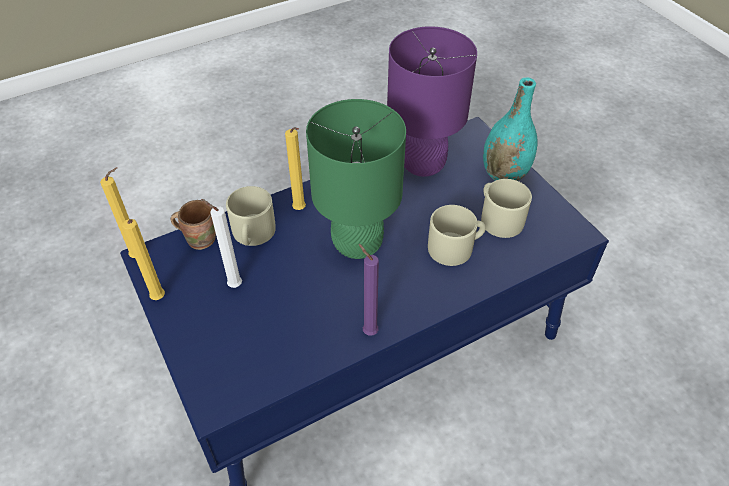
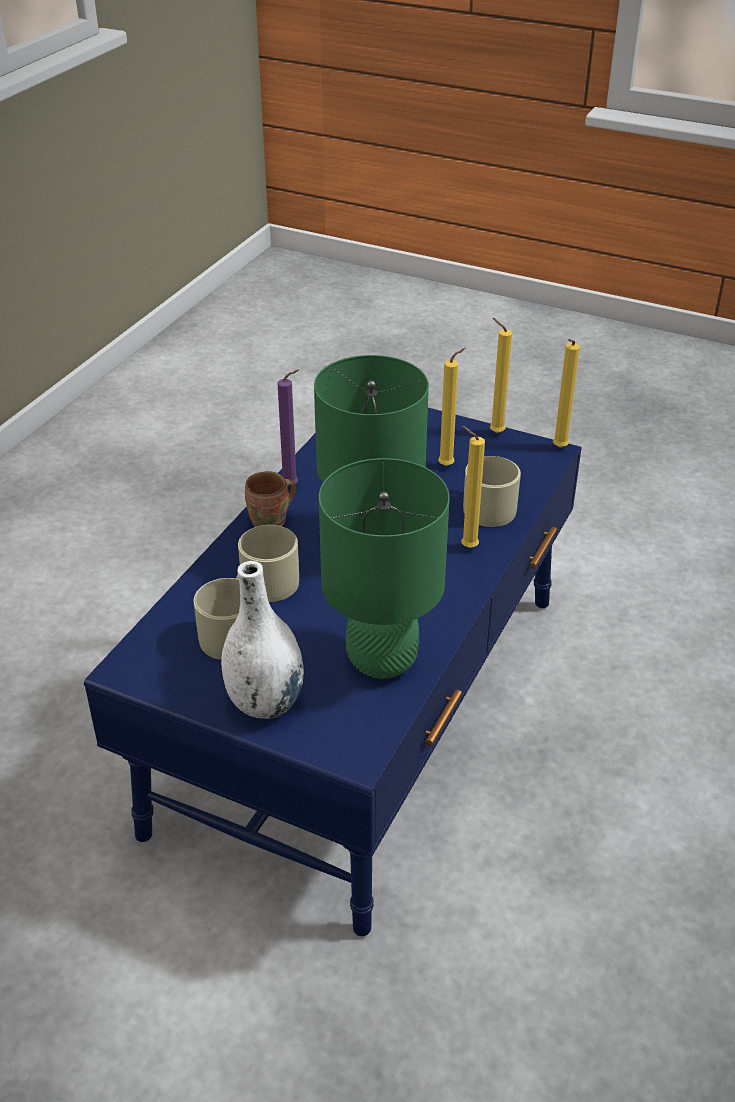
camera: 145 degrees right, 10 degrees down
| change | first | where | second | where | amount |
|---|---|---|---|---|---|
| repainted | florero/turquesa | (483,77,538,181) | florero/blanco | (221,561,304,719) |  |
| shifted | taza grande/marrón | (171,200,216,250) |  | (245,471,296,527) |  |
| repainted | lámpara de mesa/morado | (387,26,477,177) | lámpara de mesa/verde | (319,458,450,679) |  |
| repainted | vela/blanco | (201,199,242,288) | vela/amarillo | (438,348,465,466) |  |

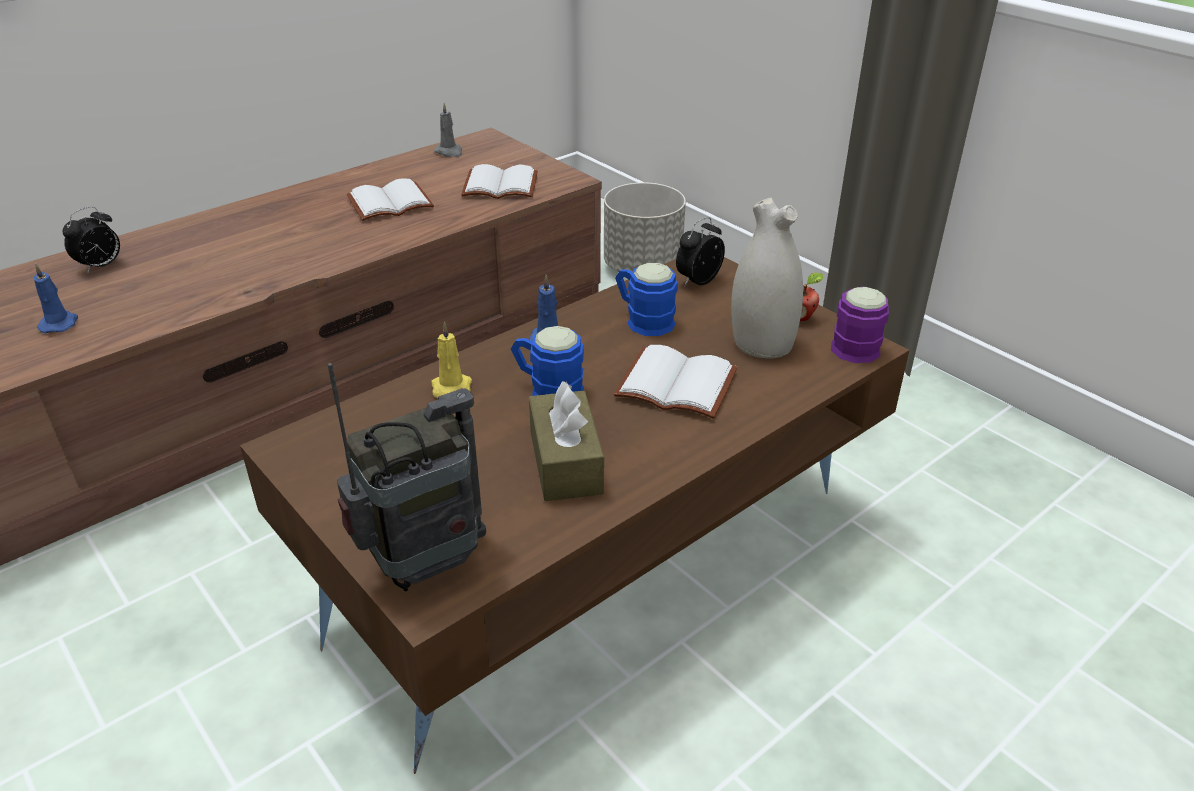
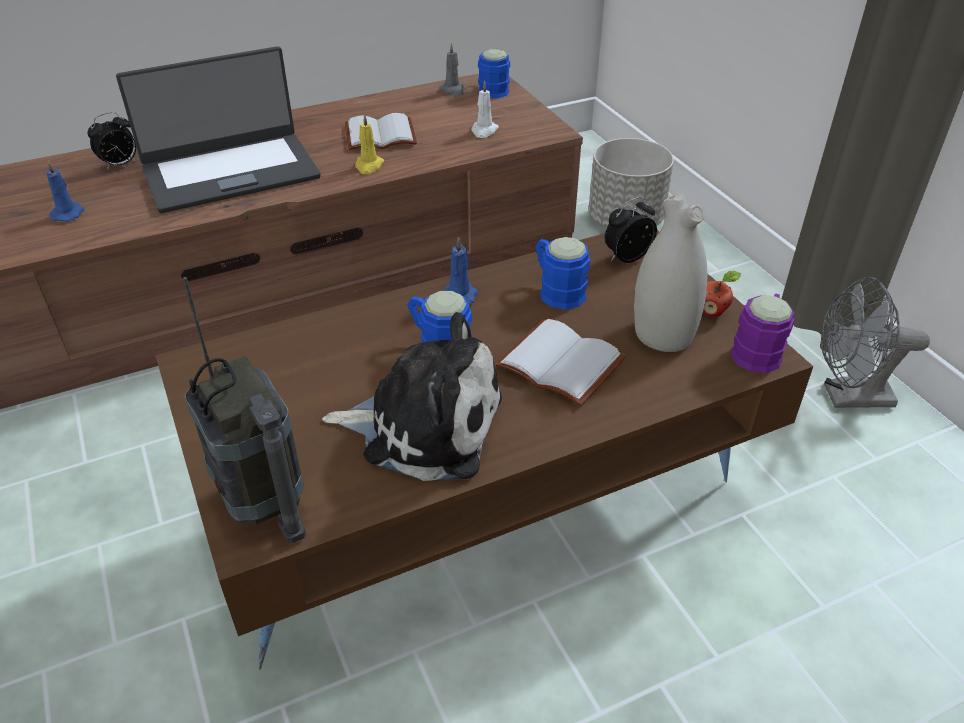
camera: 15 degrees right, 5 degrees up
| change | first | where | second | where | amount |
|---|---|---|---|---|---|
| new |  |  | portátil | (116,46,321,213) |  |
| rotated | radio | (328,363,486,592) |  | (183,277,306,543) | 75 degrees clockwise |
| swapped | caja de pañuelos/marrón | (529,381,604,501) | peluche | (322,312,502,481) |  |
| shifted | vela/amarillo | (431,321,472,398) |  | (355,114,384,174) |  |
| swapped | libro/blanco | (461,164,538,199) | vela/blanco | (471,81,499,138) |  |
| new |  |  | taza grande/azul | (478,49,510,98) |  |
| new |  |  | ventilador/gris | (821,277,930,408) |  |

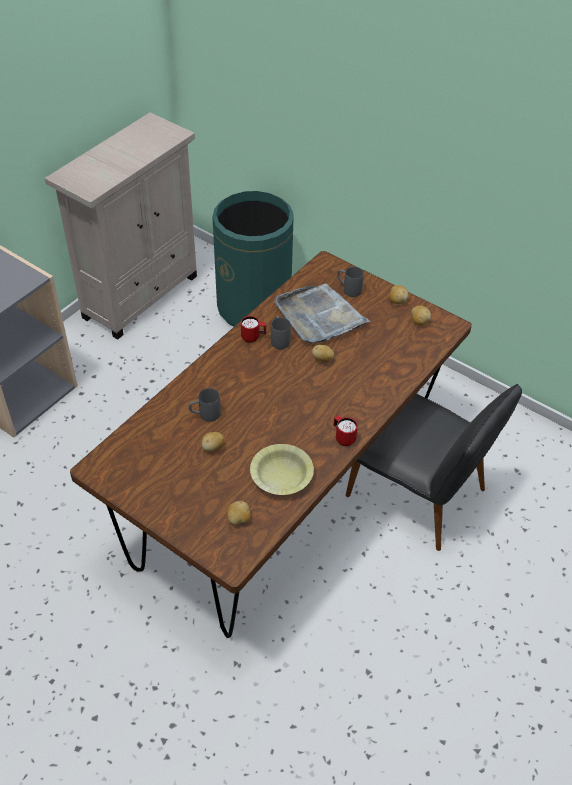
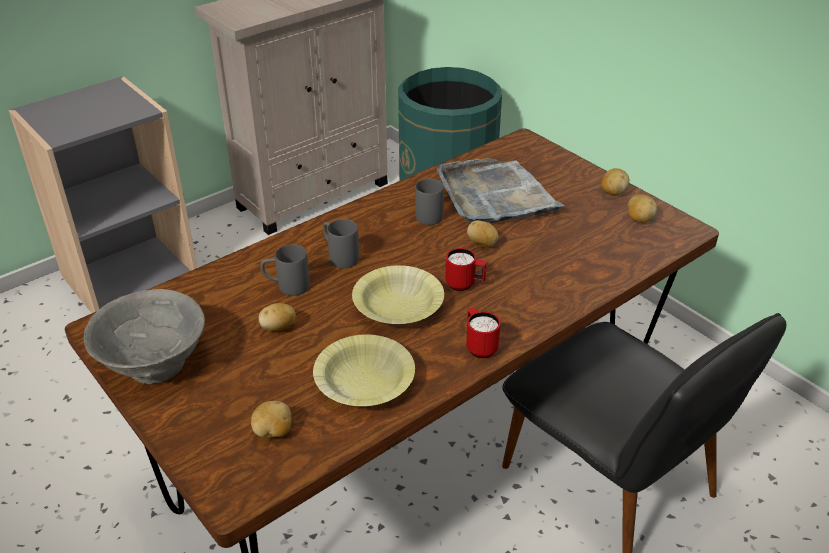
camera: 15 degrees right, 10 degrees down
| change | first | where | second | where | amount |
|---|---|---|---|---|---|
| new |  |  | cuenco/gris | (84,289,205,384) |  |
| shifted | taza grande/gris | (337,267,364,297) |  | (323,219,359,269) |  |
| new |  |  | cuenco/amarillo | (352,265,444,324) |  |
| shifted | taza grande/rojo | (241,316,266,343) |  | (445,248,487,291) |  |

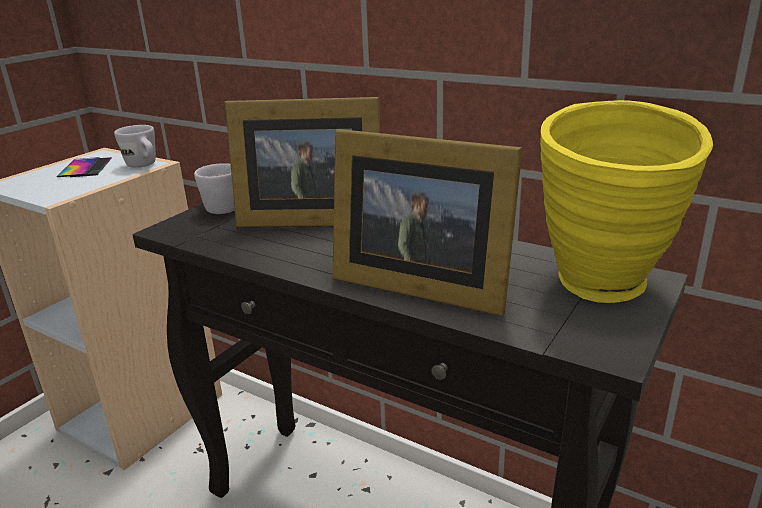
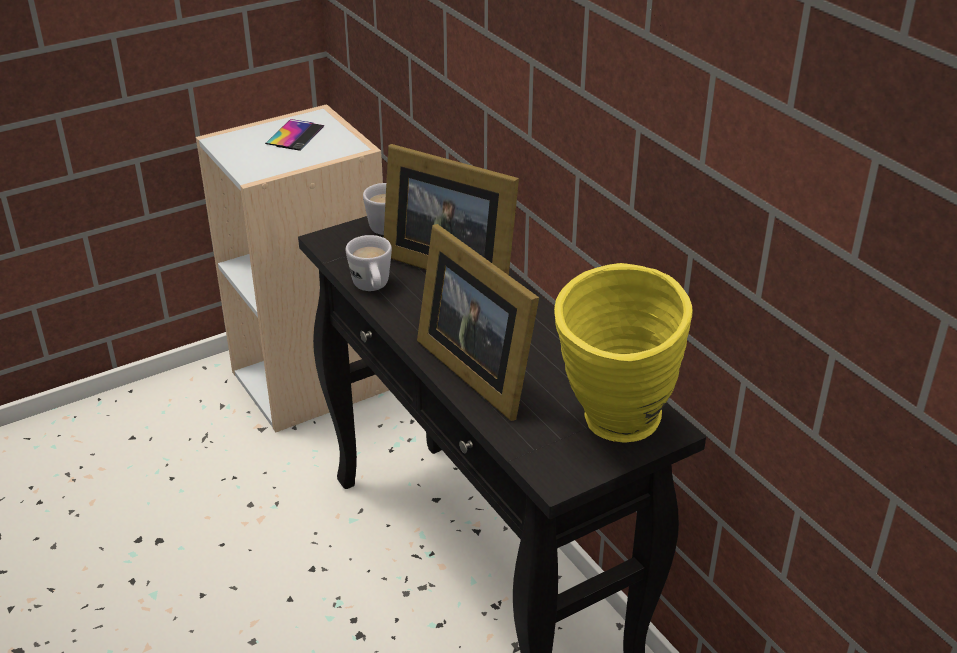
camera: 25 degrees right, 10 degrees up
| change | first | where | second | where | amount |
|---|---|---|---|---|---|
| shifted | taza grande/blanco | (114,125,156,168) |  | (346,235,392,291) |  |

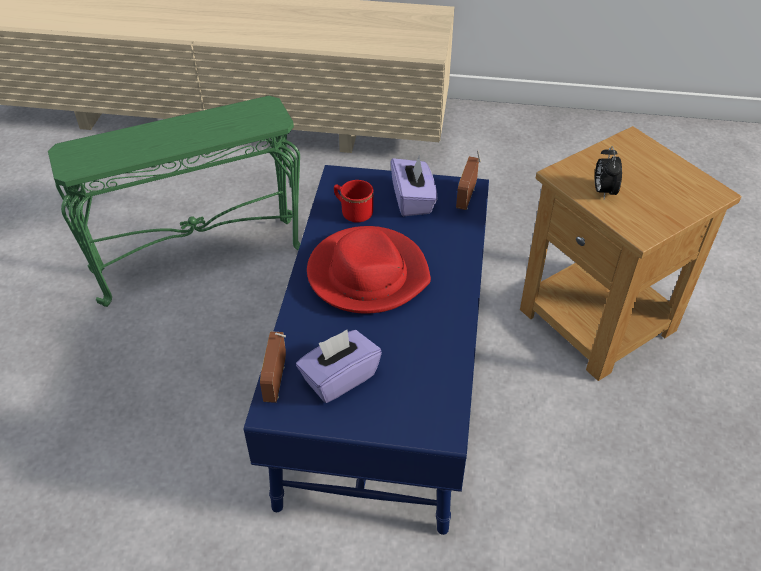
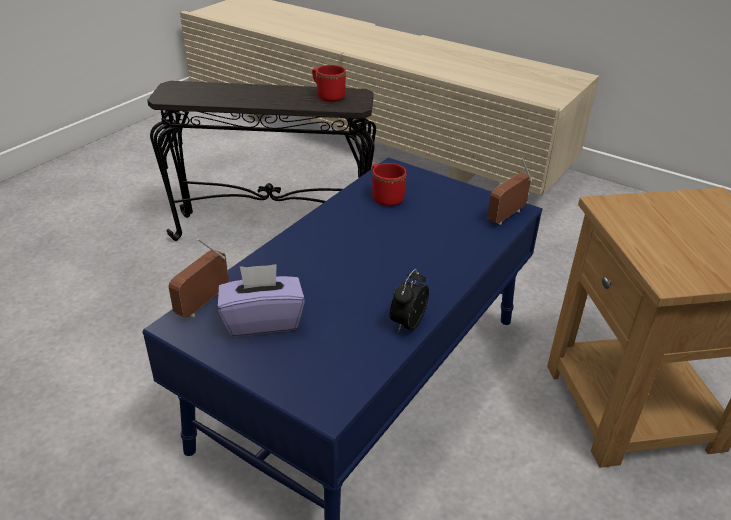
camera: 25 degrees right, 10 degrees down
| change | first | where | second | where | amount |
|---|---|---|---|---|---|
| repainted | mesa auxiliar/verde | (48,96,301,307) | mesa auxiliar/negro | (147,81,376,241) |  |
| new |  |  | taza grande/rojo | (312,65,346,102) |  |
| shifted | despertador | (595,146,622,200) |  | (390,269,429,333) |  |
| gone | sombrero/rojo | (307,226,431,314) |  |  |  |
| gone | caja de pañuelos/morado | (390,155,438,216) |  |  |  |

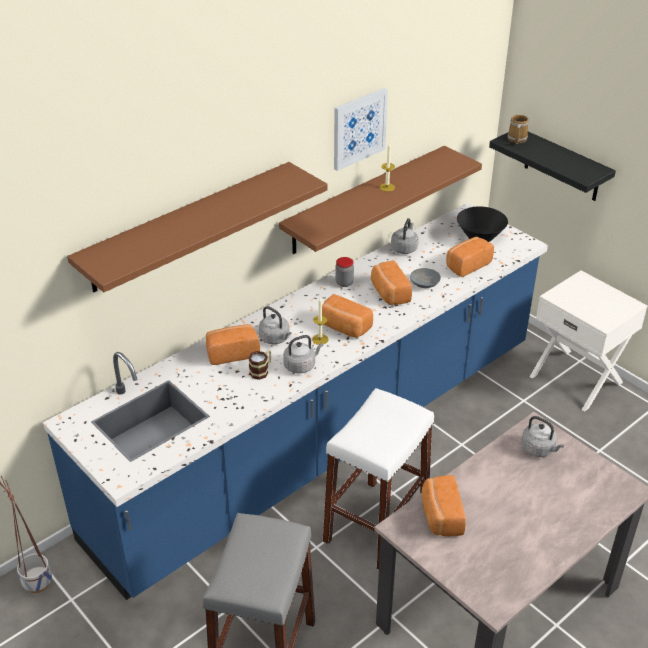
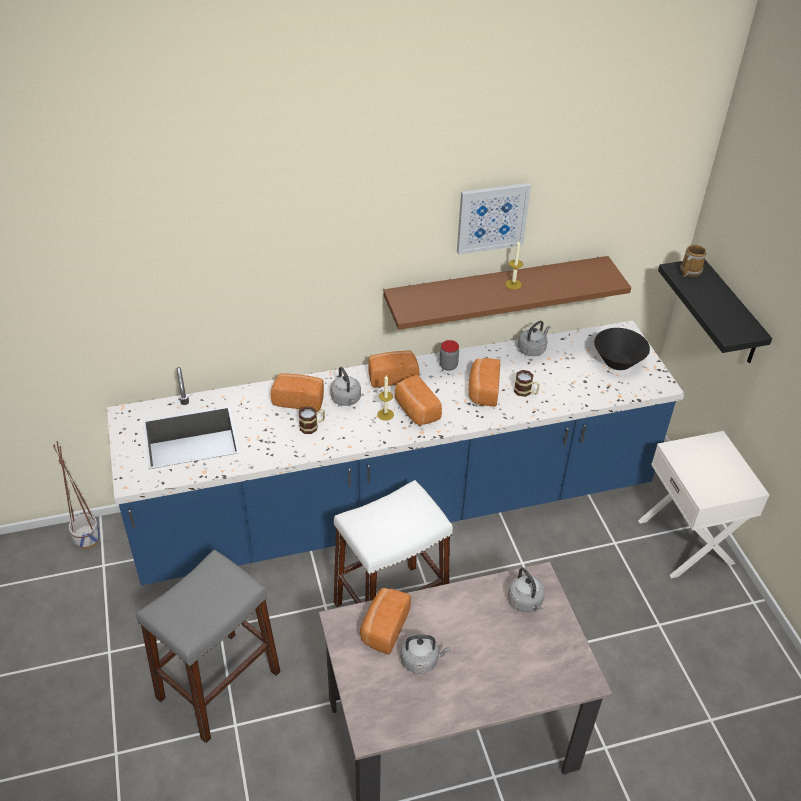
camera: 25 degrees right, 5 degrees up
| change | first | where | second | where | amount |
|---|---|---|---|---|---|
| shifted | pan | (446,237,494,277) |  | (368,350,419,387) |  |
| shifted | hervidor/gris | (283,335,323,373) |  | (401,634,450,674) |  |
| swapped | cuenco/gris | (410,268,441,288) | taza grande | (514,370,540,397) |  |
| gone | estante/marrón | (67,162,328,292) |  |  |  |

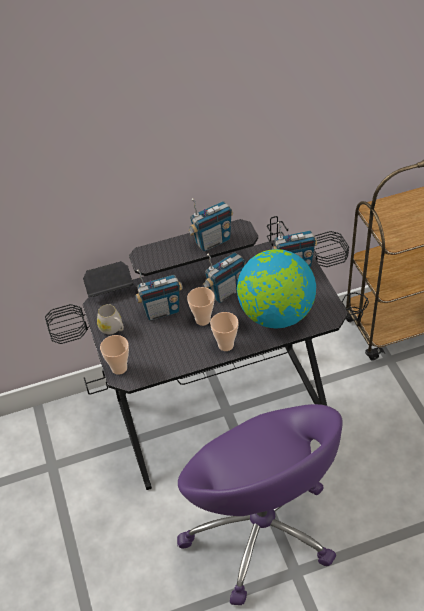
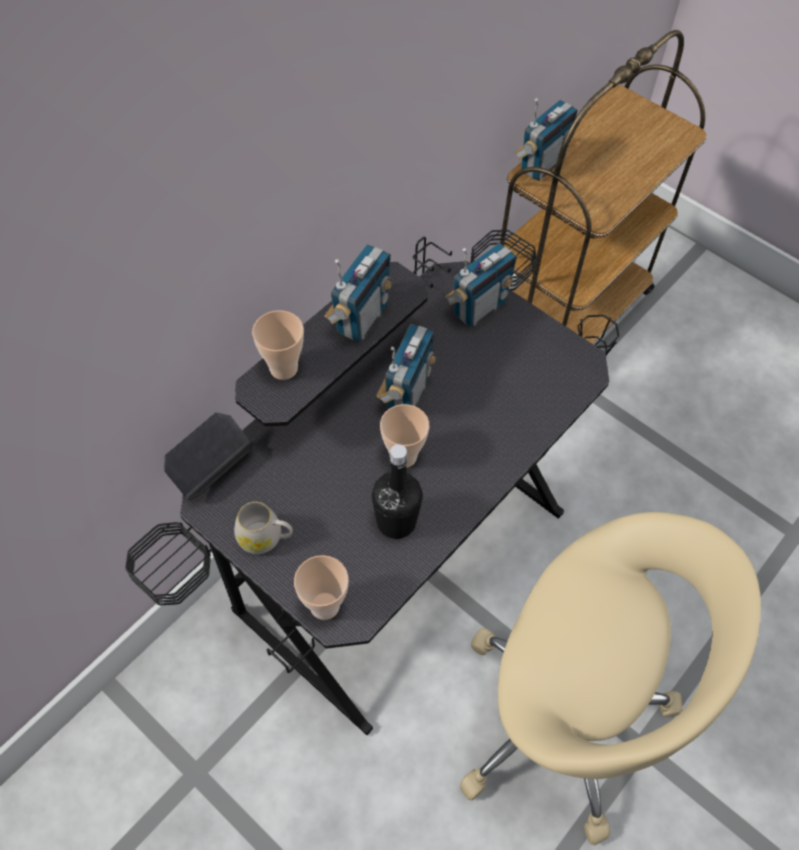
camera: 35 degrees left, 10 degrees up
| change | first | where | second | where | amount |
|---|---|---|---|---|---|
| shifted | taza | (210,312,239,351) |  | (252,310,304,380) |  |
| new |  |  | botella/negro | (372,444,423,539) |  |
| repainted | silla de oficina/morado | (177,404,343,605) | silla de oficina/beis | (460,512,761,845) |  |
| shifted | radio | (135,270,183,321) |  | (514,98,578,181) |  |
| gone | globo terráqueo | (237,249,316,329) |  |  |  |

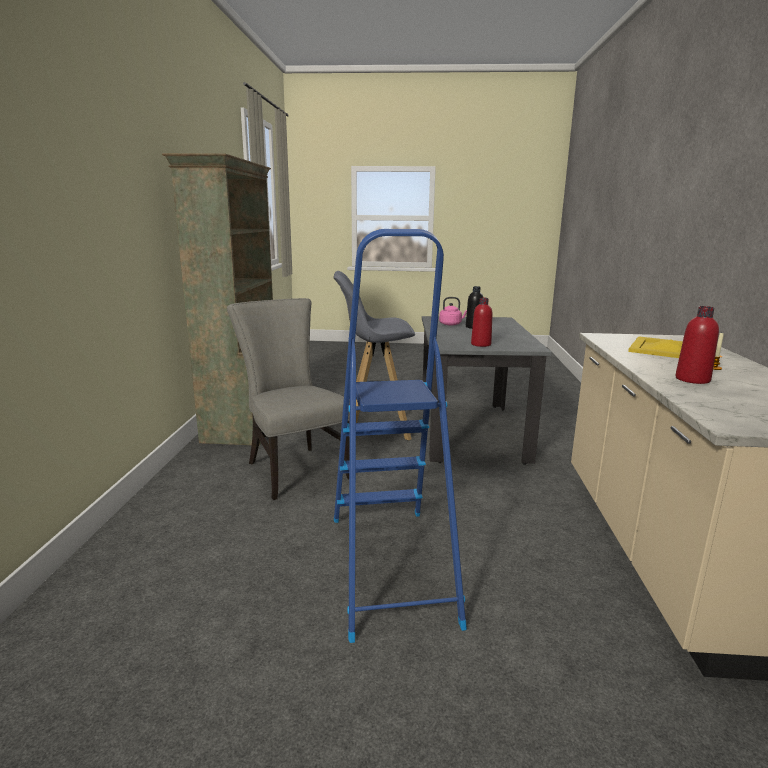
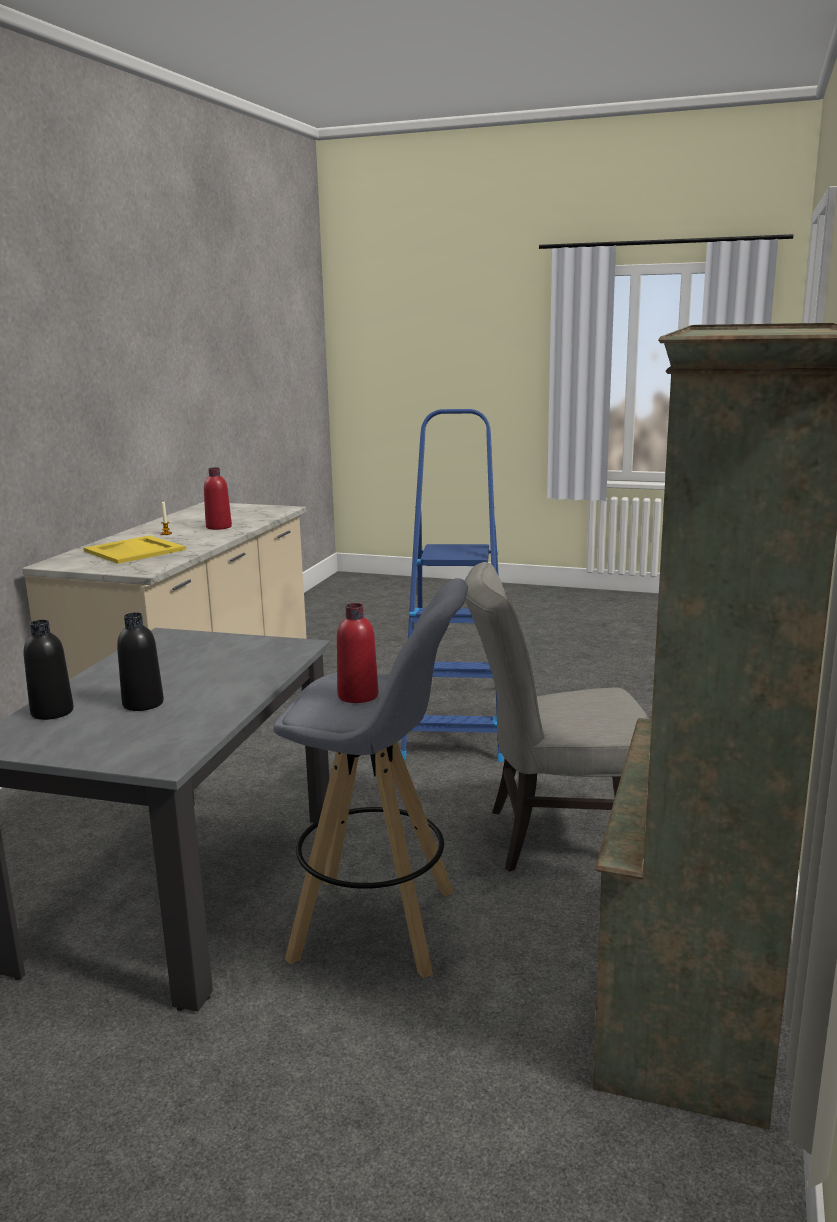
camera: 165 degrees left, 0 degrees up
| change | first | where | second | where | amount |
|---|---|---|---|---|---|
| new |  |  | botella/negro | (24,620,74,720) |  |
| shifted | botella/rojo | (471,298,493,347) |  | (337,603,378,703) |  |
| rotated | silla/gris | (227,298,350,500) |  | (464,562,649,872) | 105 degrees clockwise |
| gone | hervidor/rosa | (439,297,467,326) |  |  |  |

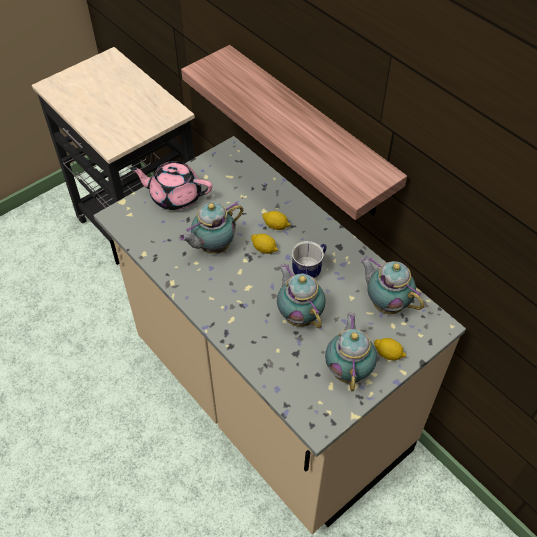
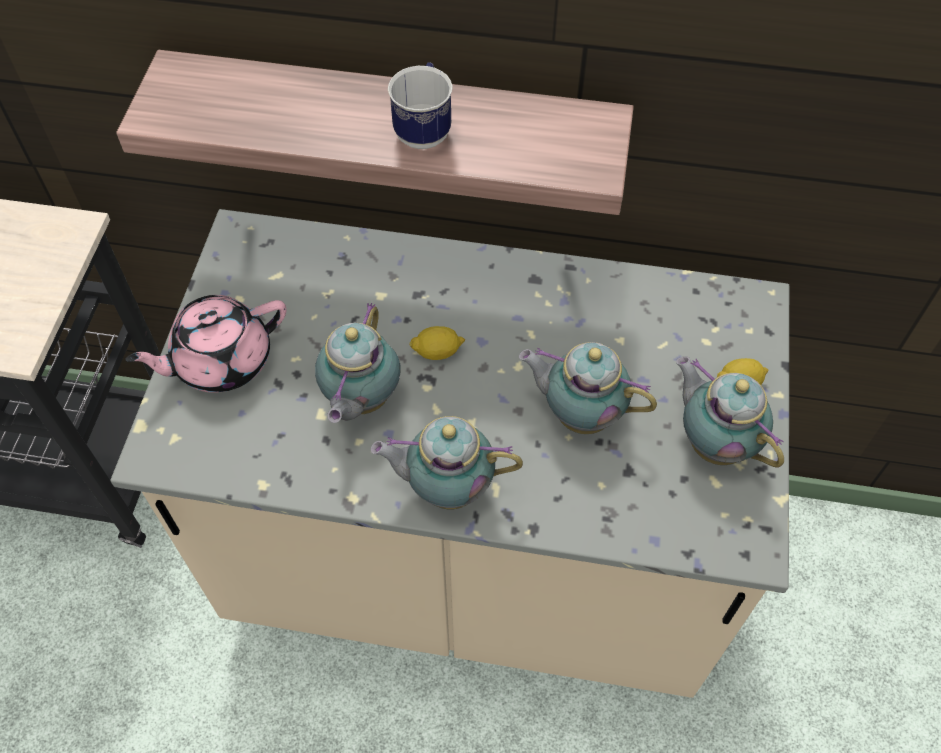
camera: 40 degrees left, 5 degrees up
| change | first | where | second | where | amount |
|---|---|---|---|---|---|
| shifted | tetera | (360,257,424,314) |  | (371,416,523,509) |  |
| shifted | taza grande | (292,241,327,279) |  | (388,62,453,149) |  |
| gone | limón | (262,211,290,230) |  |  |  |

